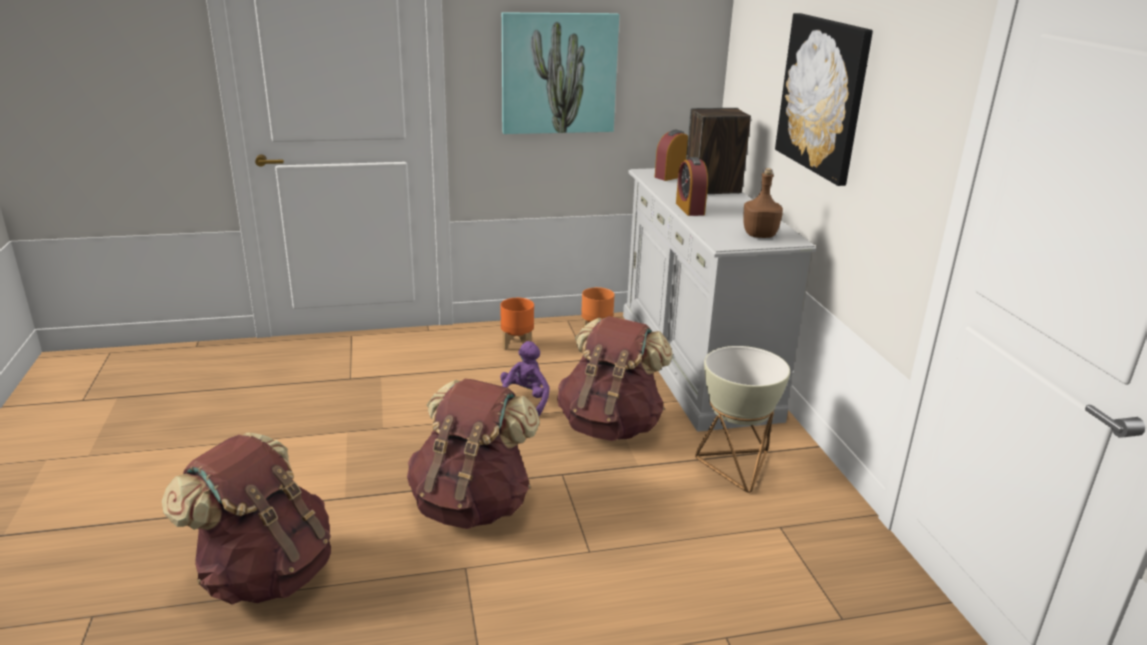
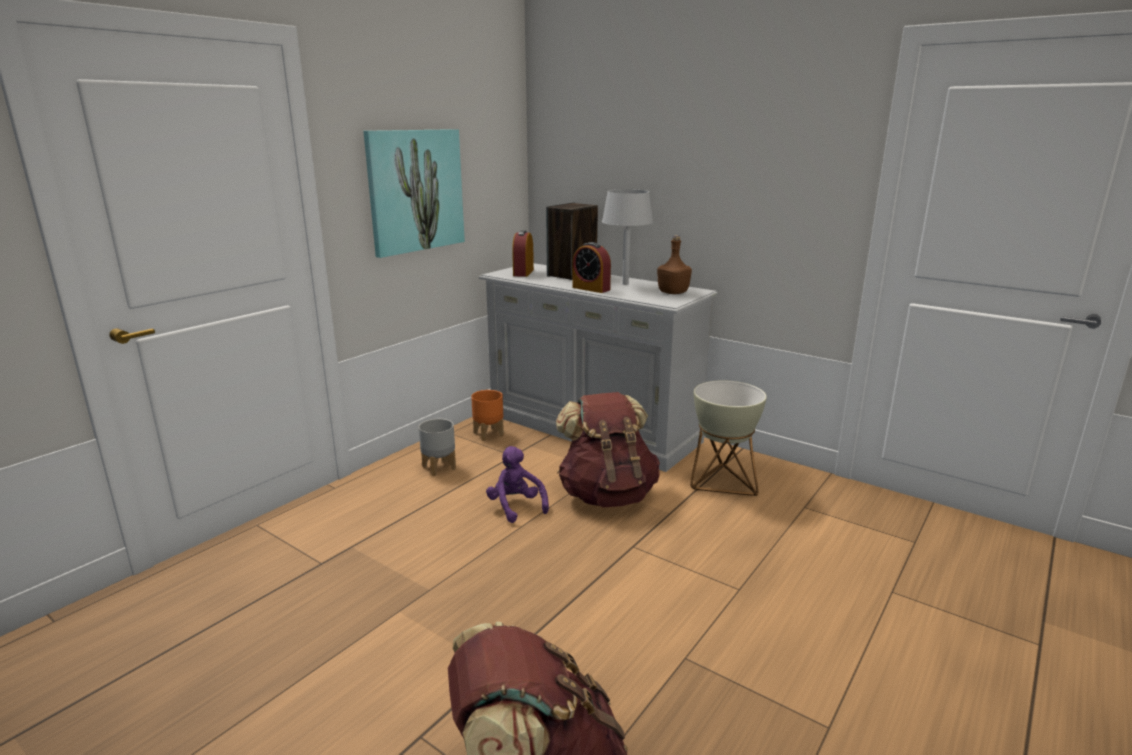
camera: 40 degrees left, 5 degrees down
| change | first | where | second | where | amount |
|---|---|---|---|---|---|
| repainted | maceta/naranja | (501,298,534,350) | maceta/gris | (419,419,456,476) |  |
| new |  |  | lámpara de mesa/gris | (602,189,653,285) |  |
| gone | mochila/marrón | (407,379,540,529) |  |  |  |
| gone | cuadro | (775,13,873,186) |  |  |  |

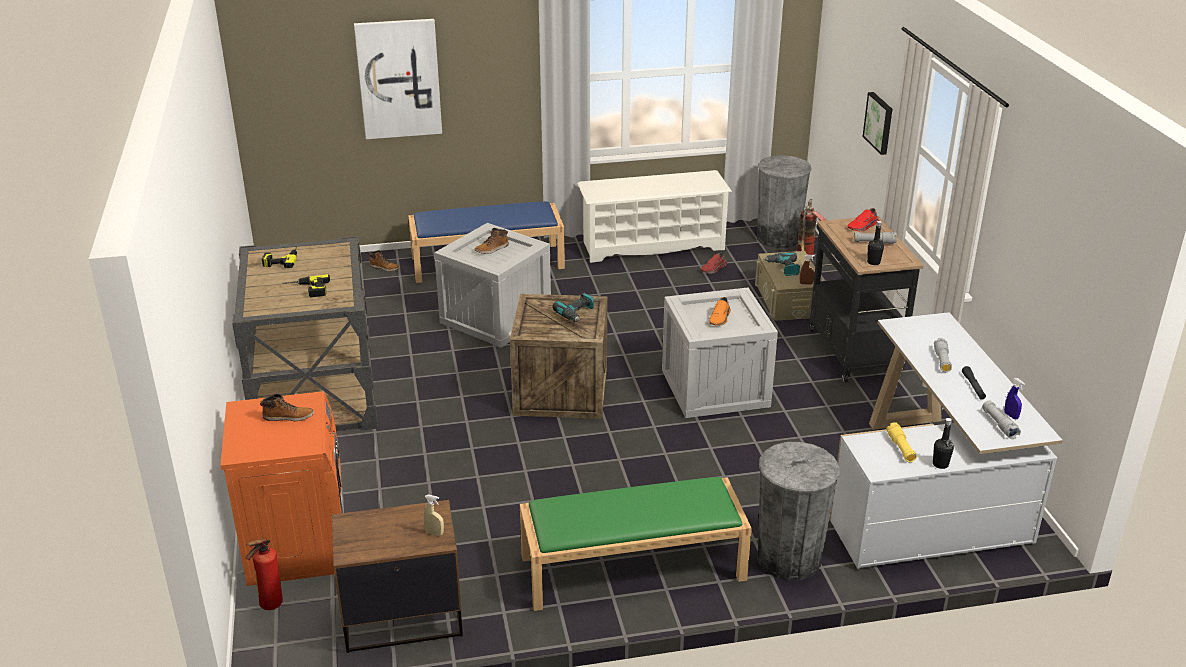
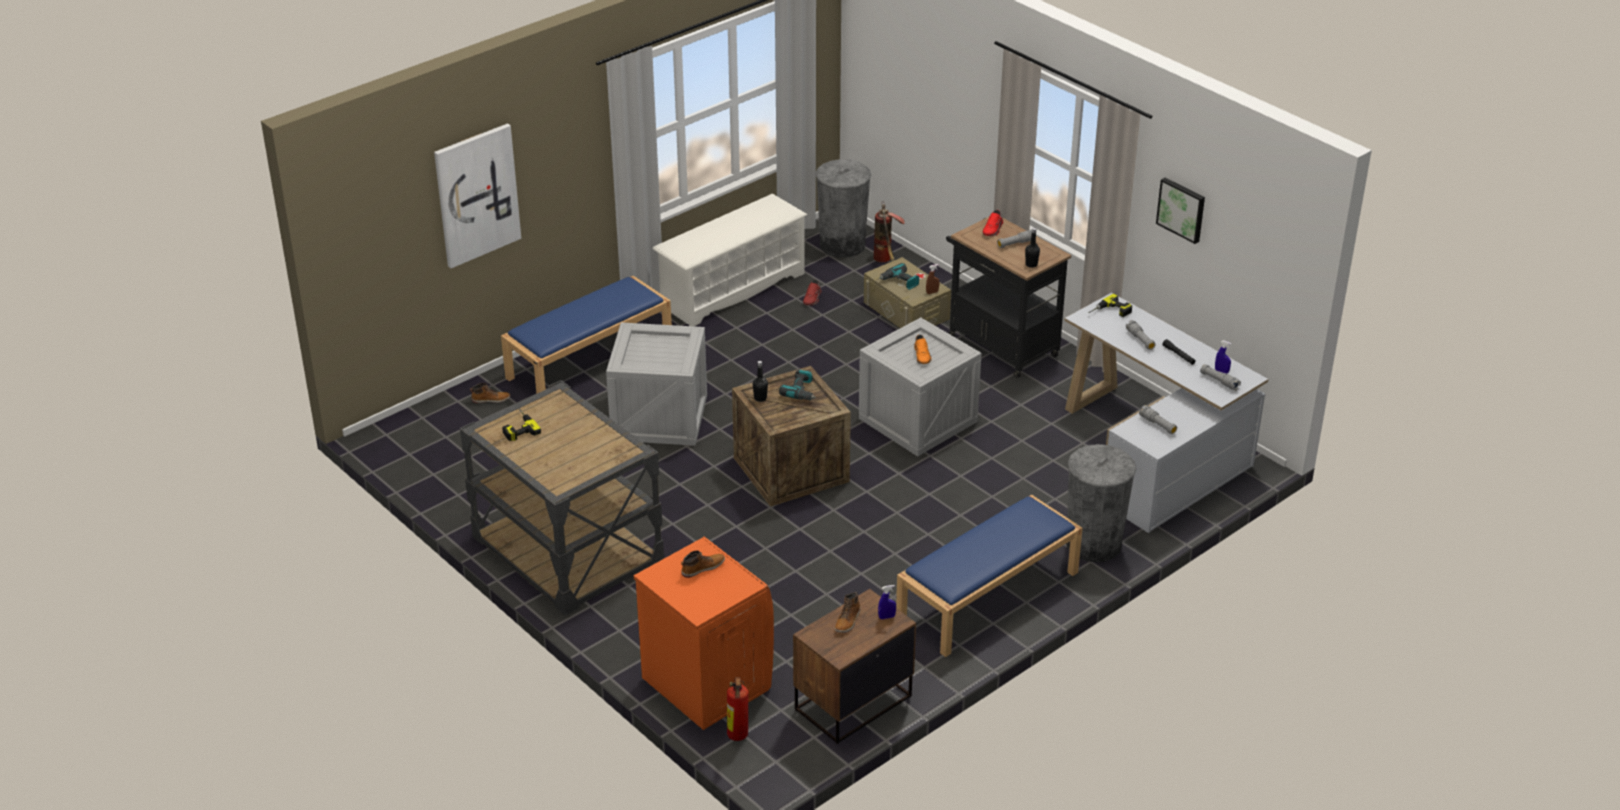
camera: 30 degrees left, 5 degrees up
| change | first | where | second | where | amount |
|---|---|---|---|---|---|
| shifted | botella/negro | (933,418,954,469) |  | (753,361,768,402) |  |
| shifted | bota | (475,228,509,254) |  | (835,592,861,633) |  |
| repainted | pulverizador/beis | (423,495,444,536) | pulverizador/azul | (878,585,896,619) |  |
| repainted | banco/verde | (520,477,752,611) | banco/azul | (896,495,1083,657) |  |
| shifted | taladro | (282,274,330,297) |  | (1088,294,1132,317) |  |
| repainted | linterna/amarillo | (886,422,917,462) | linterna/gris | (1139,405,1177,434) |  |
| shifted | cuadro | (863,92,892,155) |  | (1156,178,1205,244) |  |

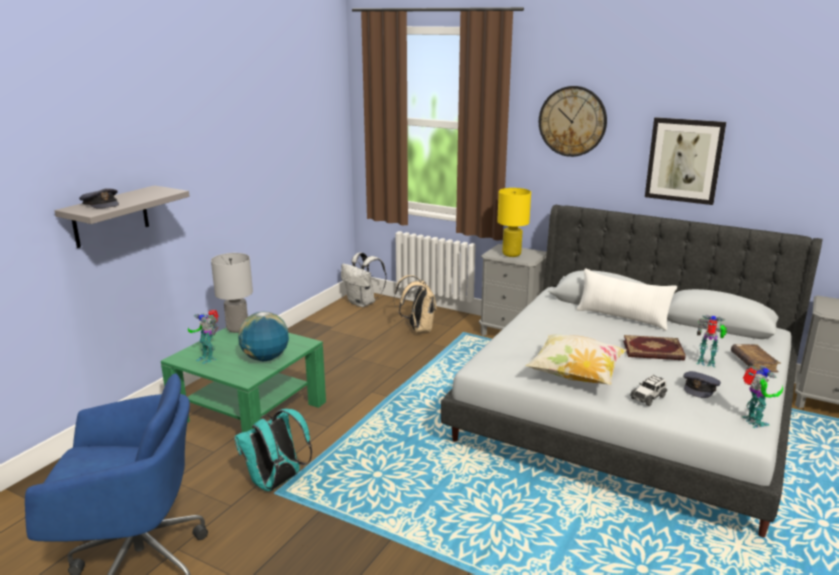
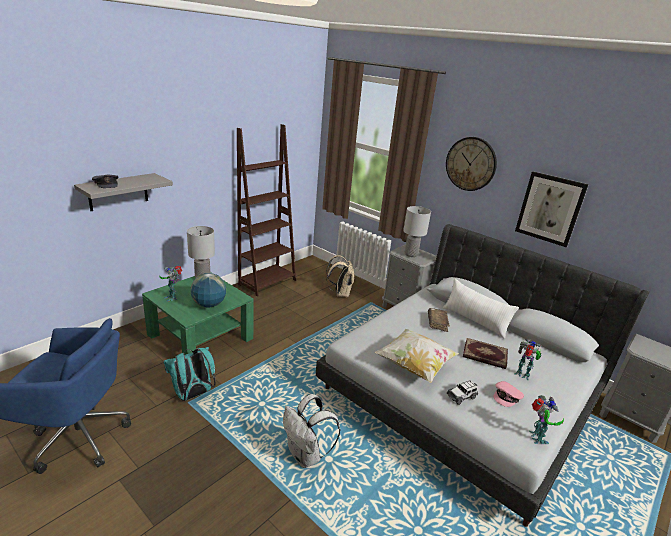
camera: 10 degrees right, 5 degrees up
| change | first | where | second | where | amount |
|---|---|---|---|---|---|
| new |  |  | estantería/marrón | (237,124,296,297) |  |
| shifted | mochila/blanco | (341,252,387,307) |  | (283,394,340,468) |  |
| repainted | lámpara de mesa/amarillo | (497,188,531,257) | lámpara de mesa/gris | (403,206,431,257) |  |
| shifted | libro/marrón | (731,344,781,373) |  | (428,308,450,332) |  |
| repainted | gorra/gris | (683,371,721,398) | gorra/rosa | (493,381,524,407) |  |

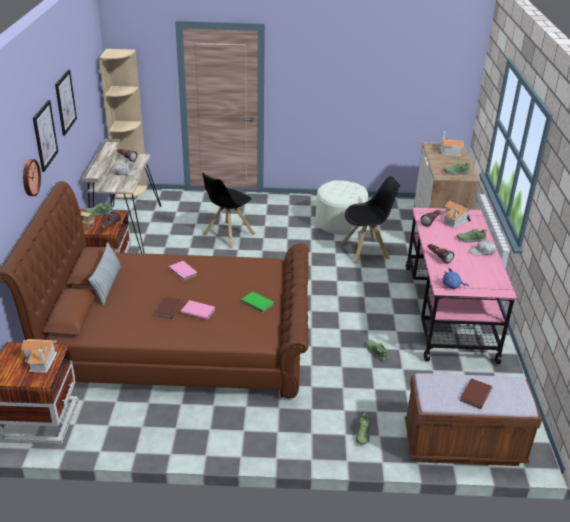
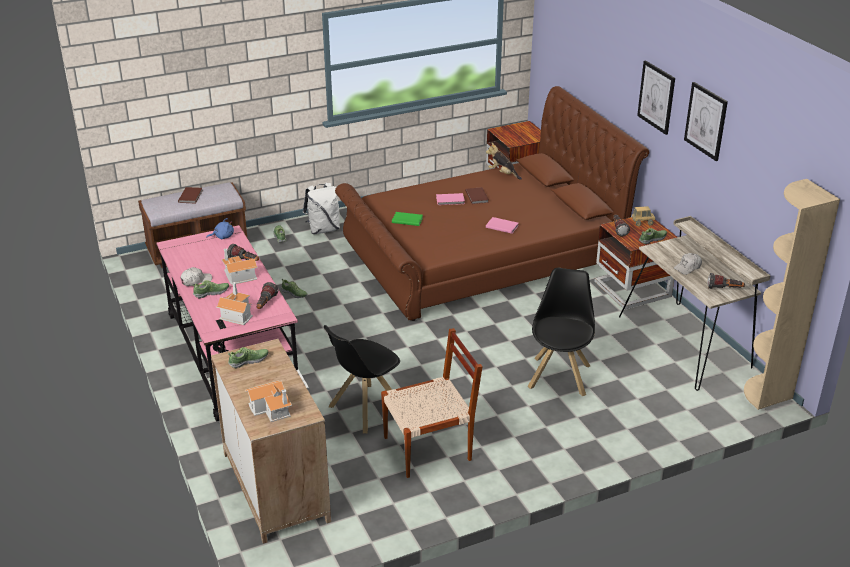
camera: 155 degrees right, 0 degrees up
| change | first | where | second | where | amount |
|---|---|---|---|---|---|
| shifted | casita | (21,339,57,373) |  | (222,248,258,285) |  |
| new |  |  | mochila/blanco | (303,182,340,234) |  |
| swapped | puf/blanco | (316,180,368,235) | silla | (381,328,483,478) |  |
| new |  |  | peluche | (486,142,522,180) |  |
| gone | reloj de pared | (23,159,41,196) |  |  |  |
| gone | cojín | (88,242,121,306) |  |  |  |

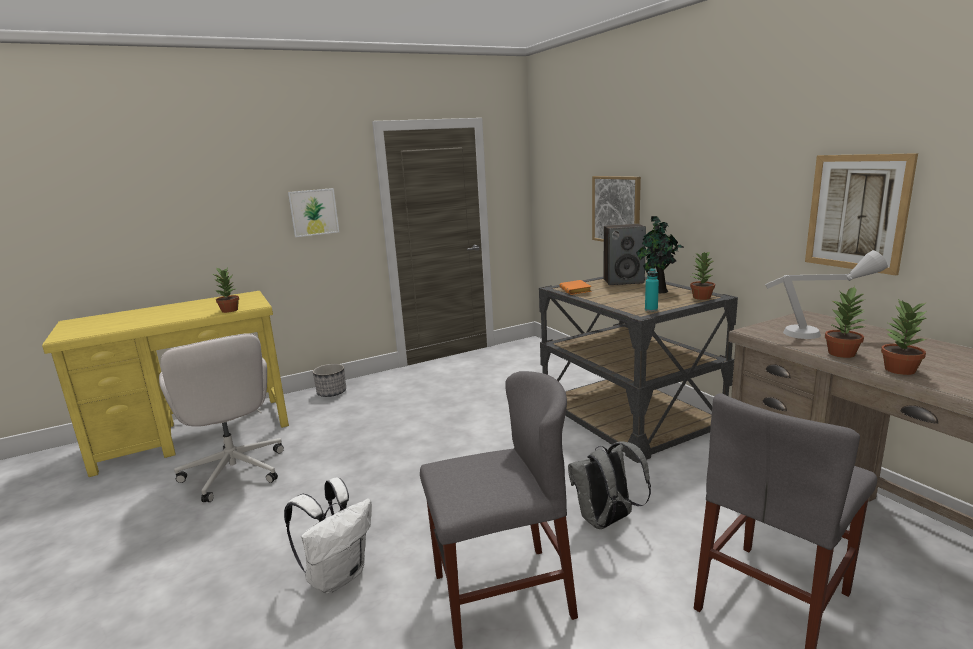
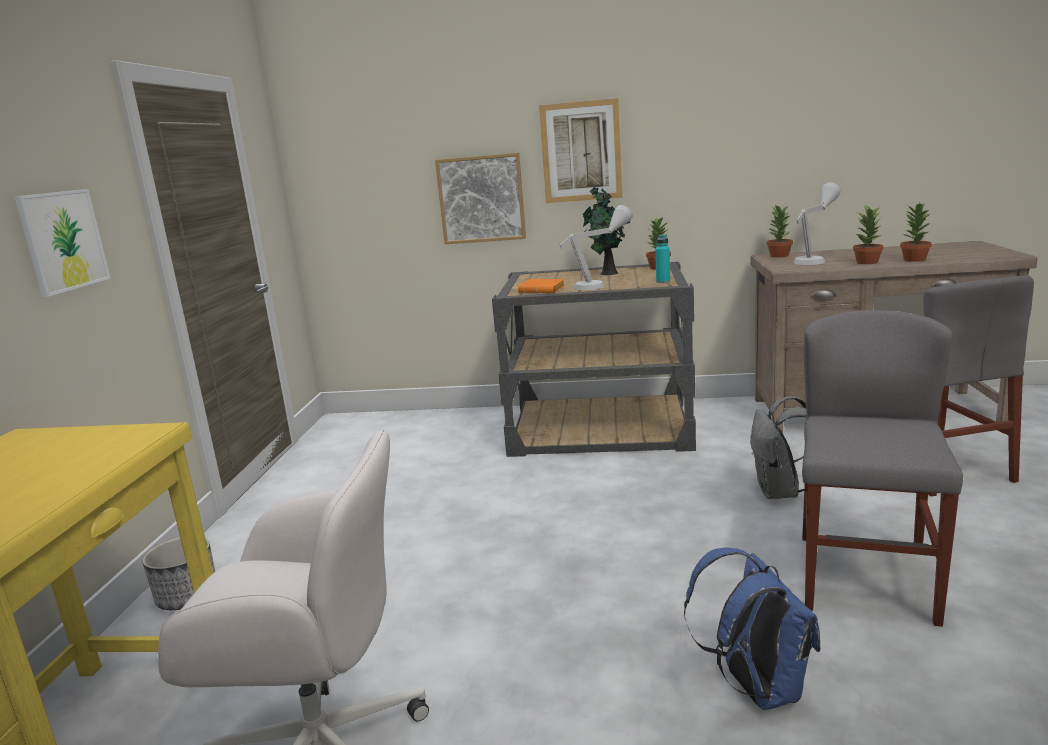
camera: 55 degrees left, 0 degrees up
| change | first | where | second | where | amount |
|---|---|---|---|---|---|
| shifted | cuadro | (805,153,918,275) |  | (539,98,622,203) |  |
| new |  |  | lámpara de mesa/gris | (560,205,633,290) |  |
| repainted | mochila/blanco | (284,477,372,594) | mochila/azul | (684,547,820,710) |  |
| shifted | planta en maceta | (213,267,239,313) |  | (767,206,793,257) |  |
| gone | altavoz | (603,224,646,285) |  |  |  |

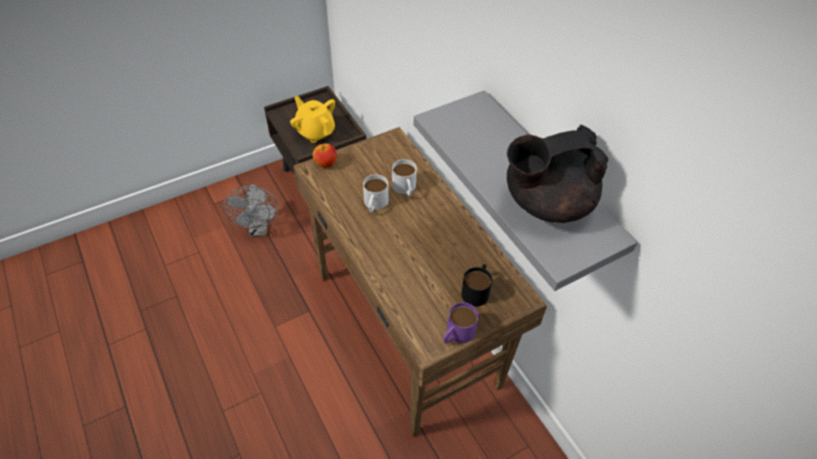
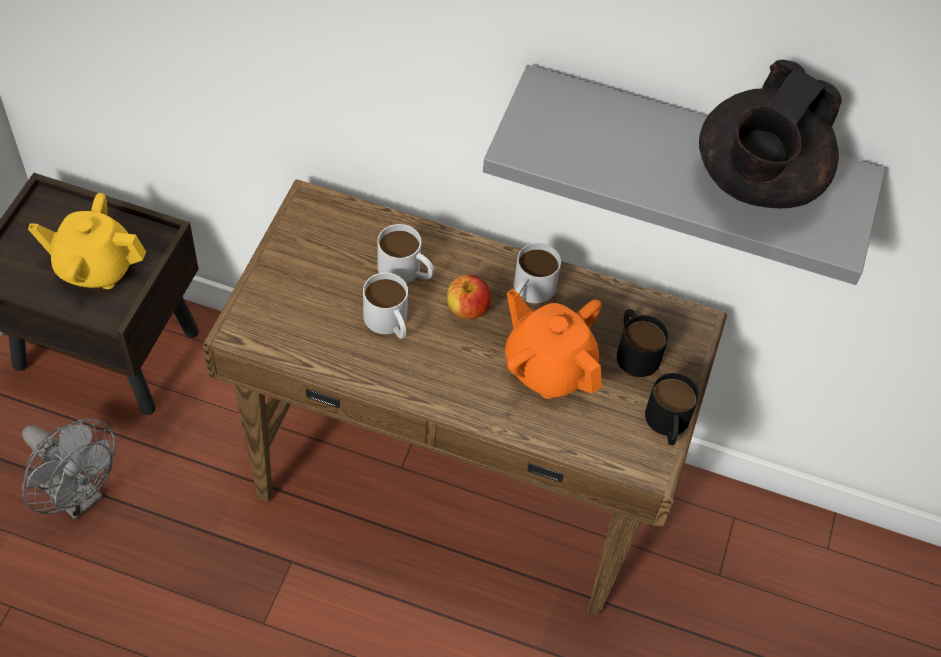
camera: 45 degrees left, 5 degrees up
| change | first | where | second | where | amount |
|---|---|---|---|---|---|
| shifted | manzana | (313,144,337,168) |  | (447,274,491,319) |  |
| new |  |  | tetera/naranja | (505,289,602,399) |  |
| new |  |  | taza grande/blanco | (514,243,561,303) |  |
| repainted | taza grande/morado | (443,302,479,343) | taza grande/negro | (645,373,699,445) |  |

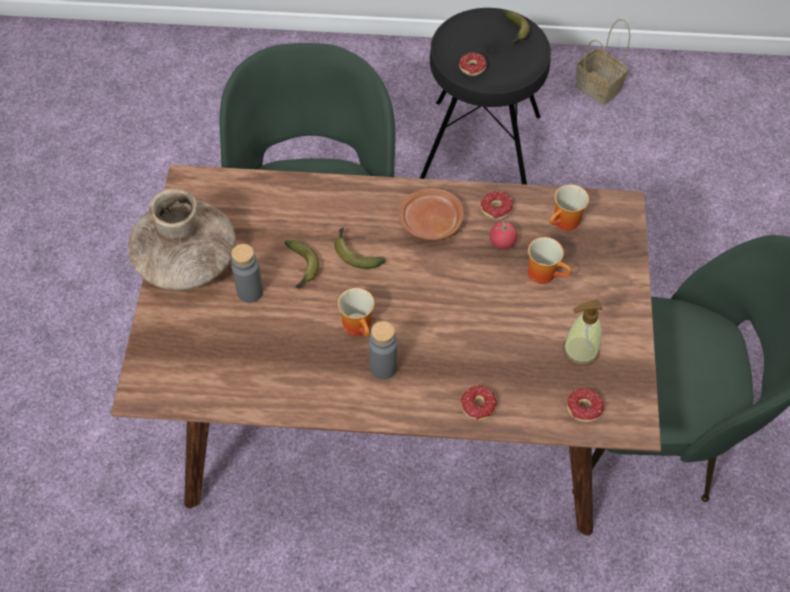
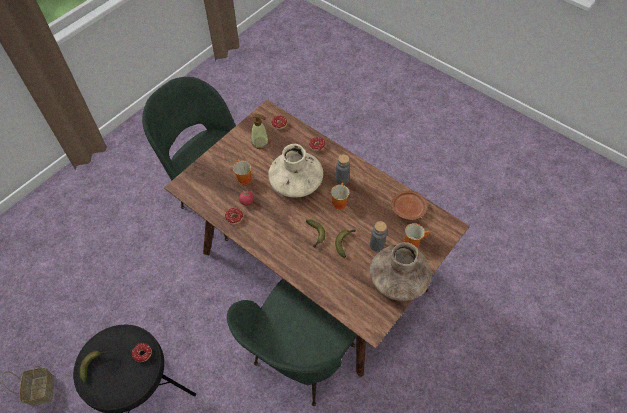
camera: 145 degrees left, 0 degrees up
| change | first | where | second | where | amount |
|---|---|---|---|---|---|
| new |  |  | florero/beis | (268,144,323,198) |  |
| shifted | plato/marrón | (399,188,464,240) |  | (391,191,427,220) |  |
| shifted | taza grande | (549,184,589,230) |  | (404,223,430,247) |  |

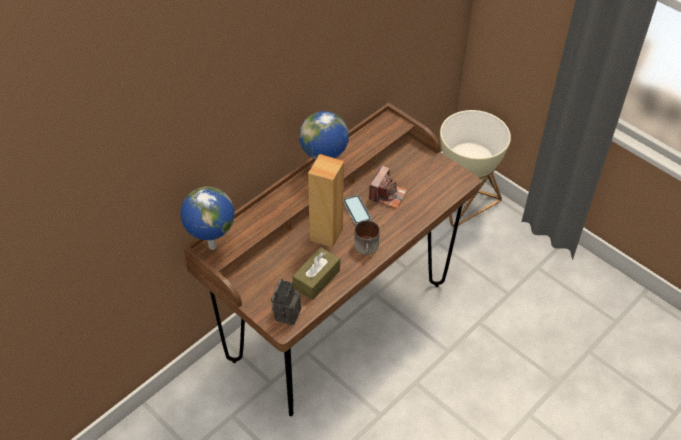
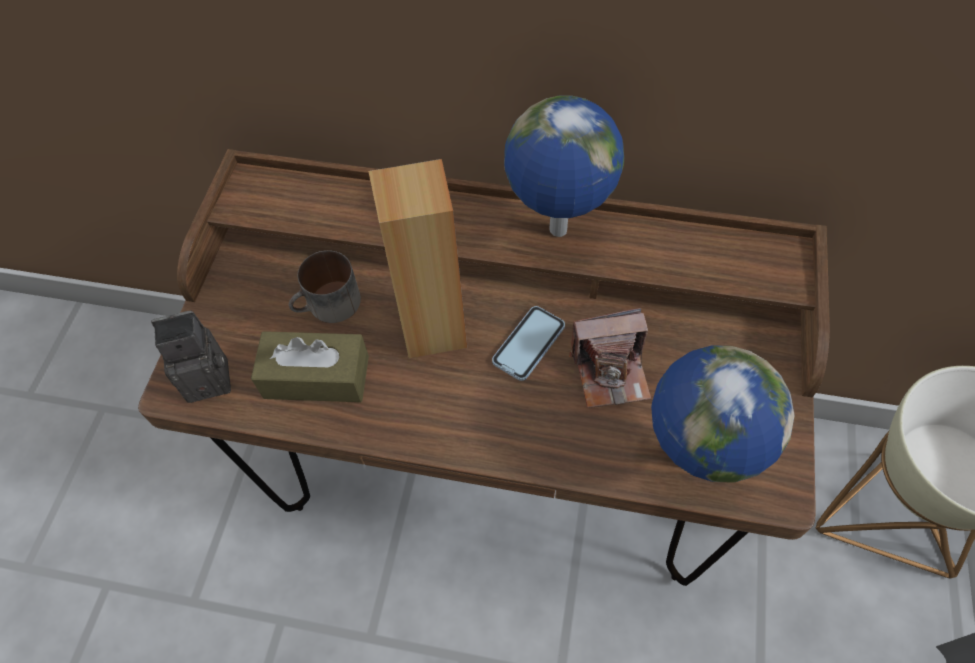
camera: 60 degrees right, 10 degrees up
| change | first | where | second | where | amount |
|---|---|---|---|---|---|
| shifted | taza grande | (354,220,380,255) |  | (289,250,361,323) |  |
| shifted | globo terráqueo | (180,187,234,250) |  | (651,345,795,483) |  |

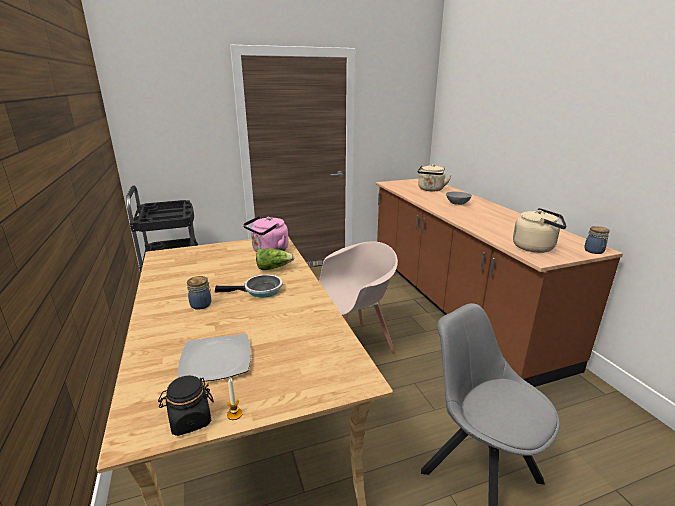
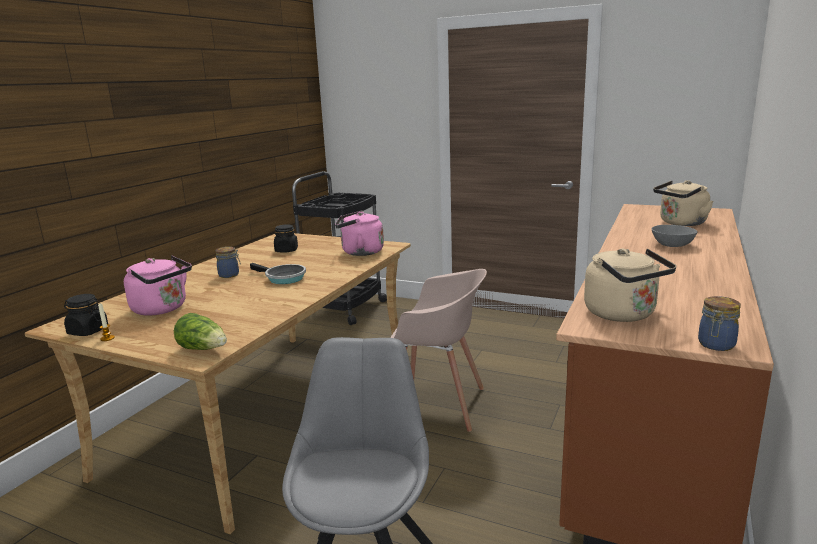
camera: 45 degrees right, 5 degrees down
| change | first | where | second | where | amount |
|---|---|---|---|---|---|
| swapped | plato | (178,334,251,382) | hervidor/rosa | (124,255,192,316) |  |
| shifted | lechuga | (256,248,295,270) |  | (174,313,227,350) |  |
| new |  |  | tarro/negro | (274,224,298,253) |  |

